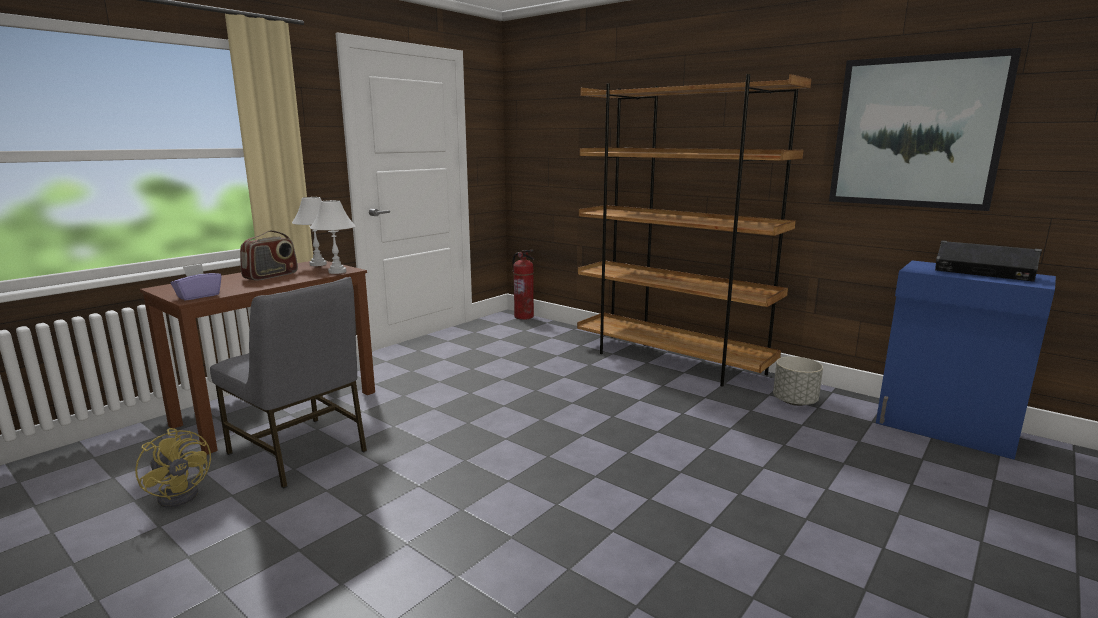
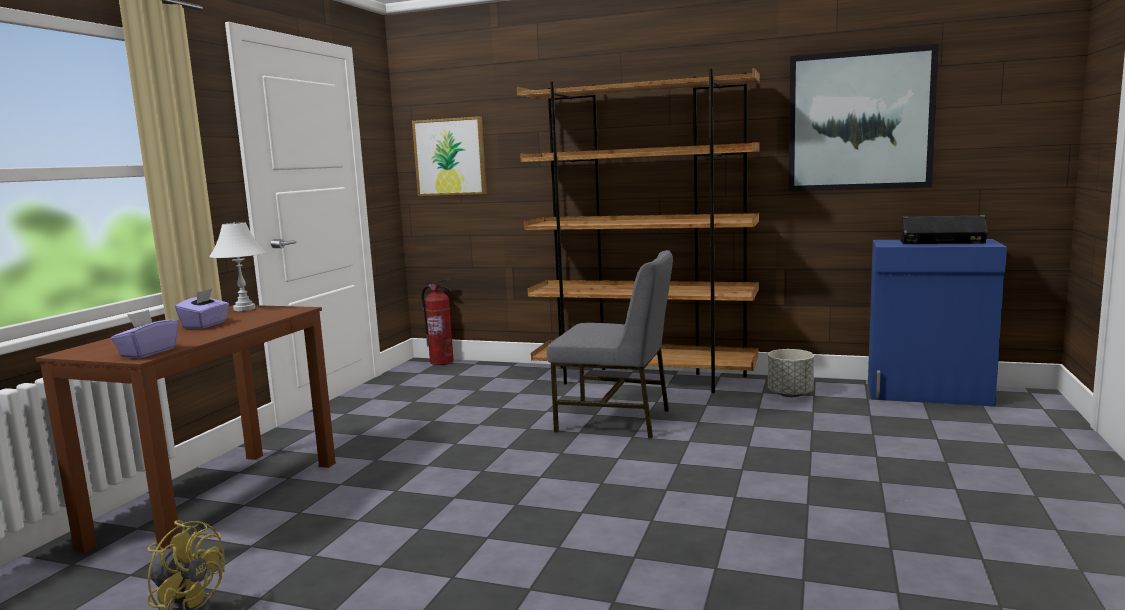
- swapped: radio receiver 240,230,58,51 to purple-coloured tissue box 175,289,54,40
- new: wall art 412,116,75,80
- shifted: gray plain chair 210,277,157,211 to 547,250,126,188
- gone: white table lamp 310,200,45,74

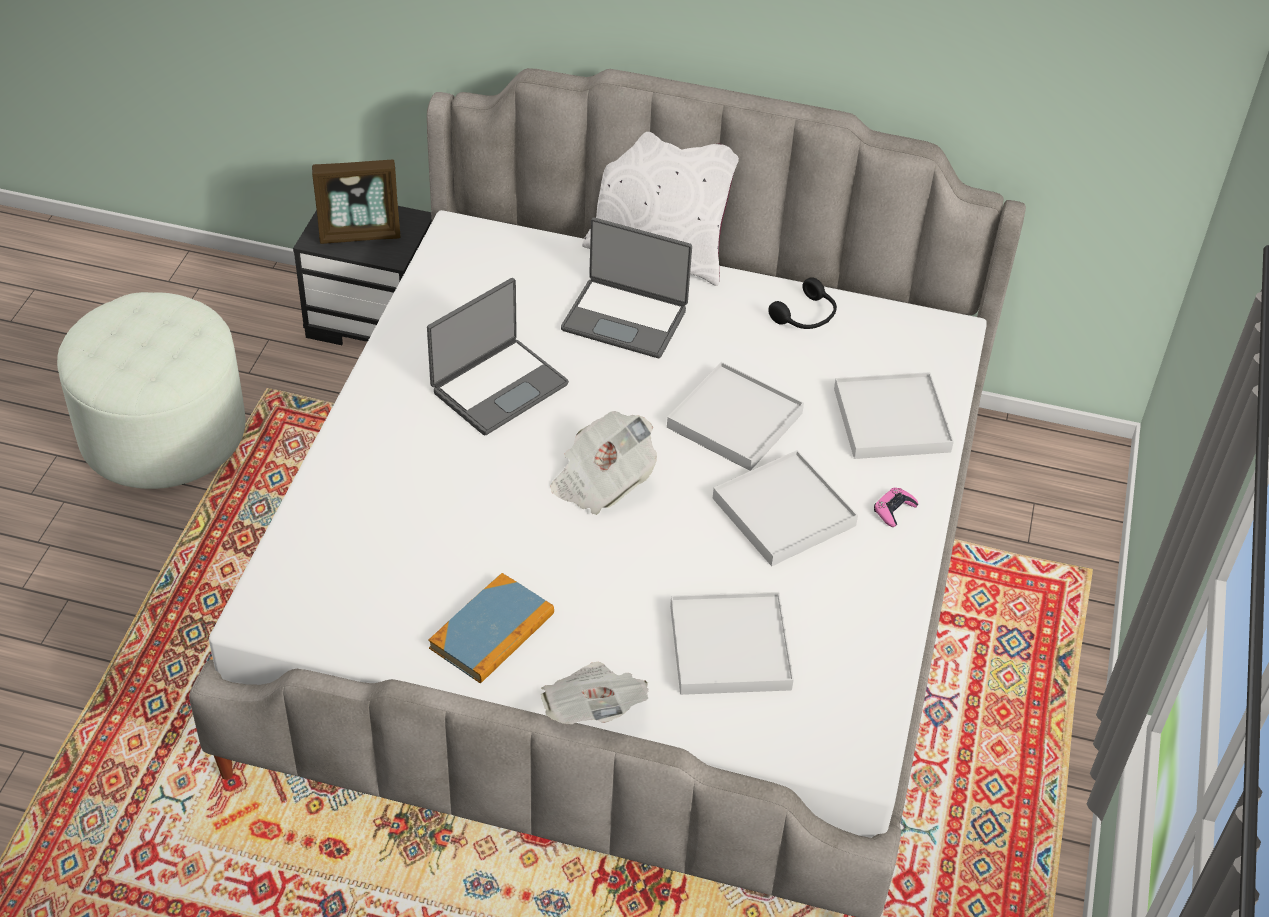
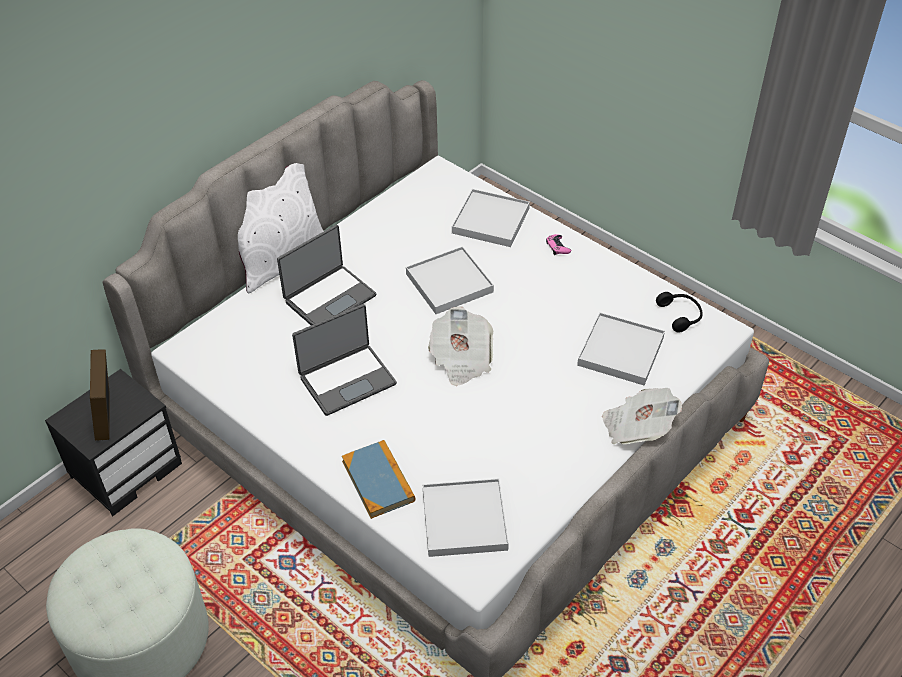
- rotated: standing frame 312,160,89,84 = 90,349,20,92 150 degrees clockwise
- rotated: laptop 427,278,142,157 = 292,304,105,112 75 degrees clockwise
- shifted: volume 428,573,126,111 to 342,440,73,79
- shifted: white serving tray 713,450,145,116 to 423,478,86,79
- shifted: black-coloured headset 768,277,69,52 to 656,292,47,41

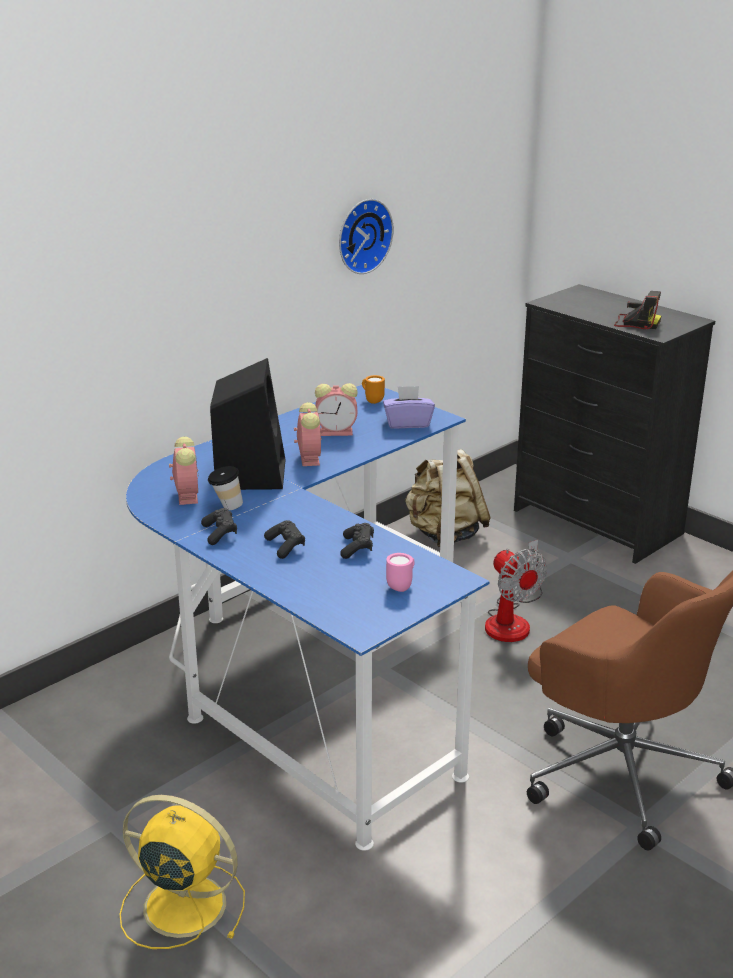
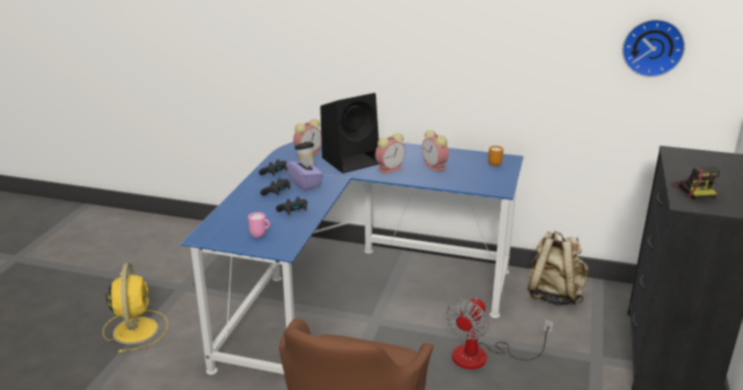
- shifted: purple-coloured tissue box 383,386,52,43 to 286,154,37,36
- shifted: wall clock 339,199,55,75 to 622,19,63,58

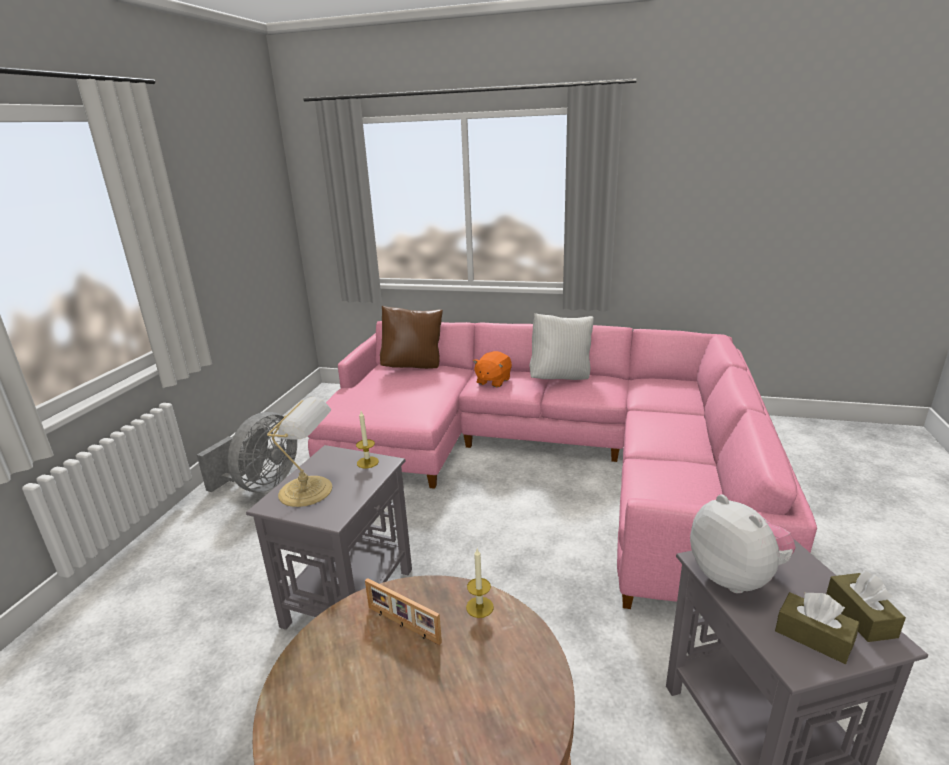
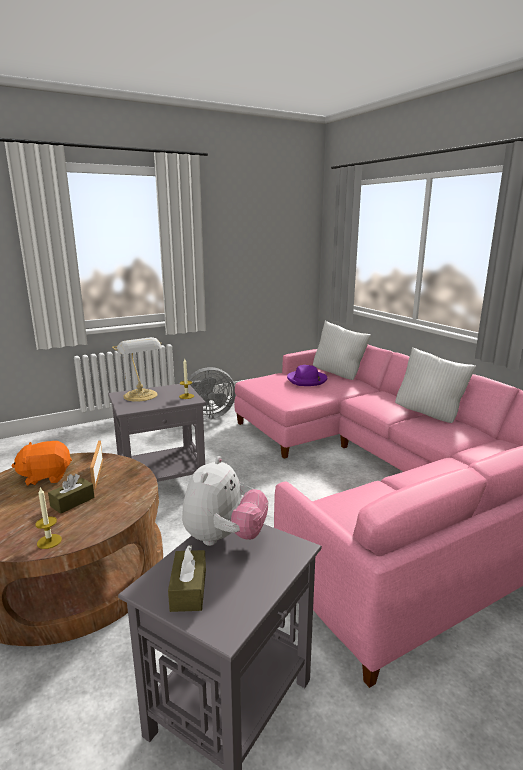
- shifted: orangey plush toy 473,351,39,36 to 12,441,60,45
- shifted: wax candle 466,549,28,69 to 35,488,27,61
- shifted: brownish tissue box 826,570,80,72 to 48,474,47,40
- new: purple-coloured wearable hat 287,365,40,21
- repainted: brownish cushion 380,306,63,63 to white cushion 313,321,58,59

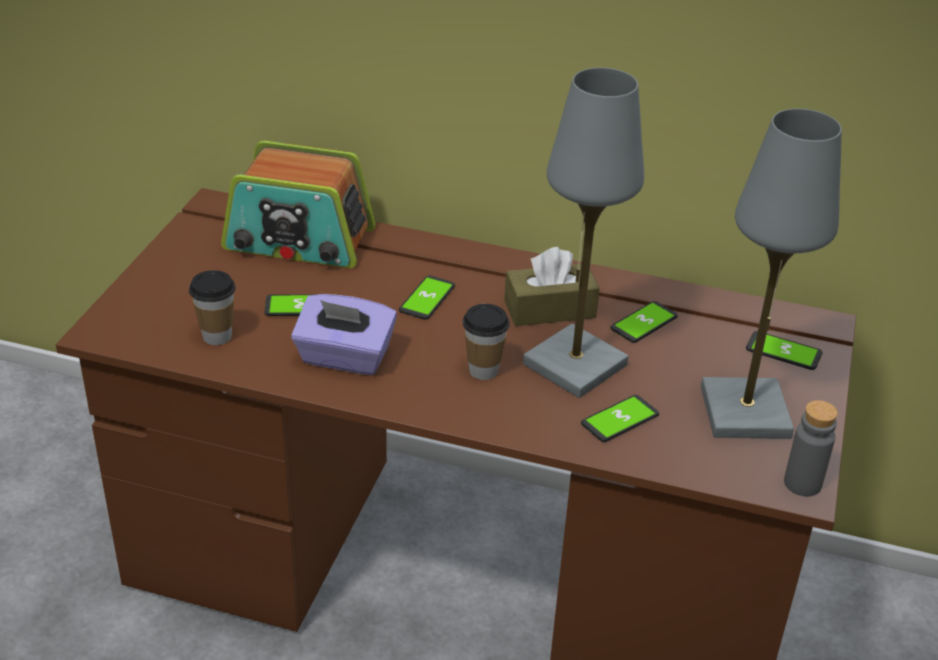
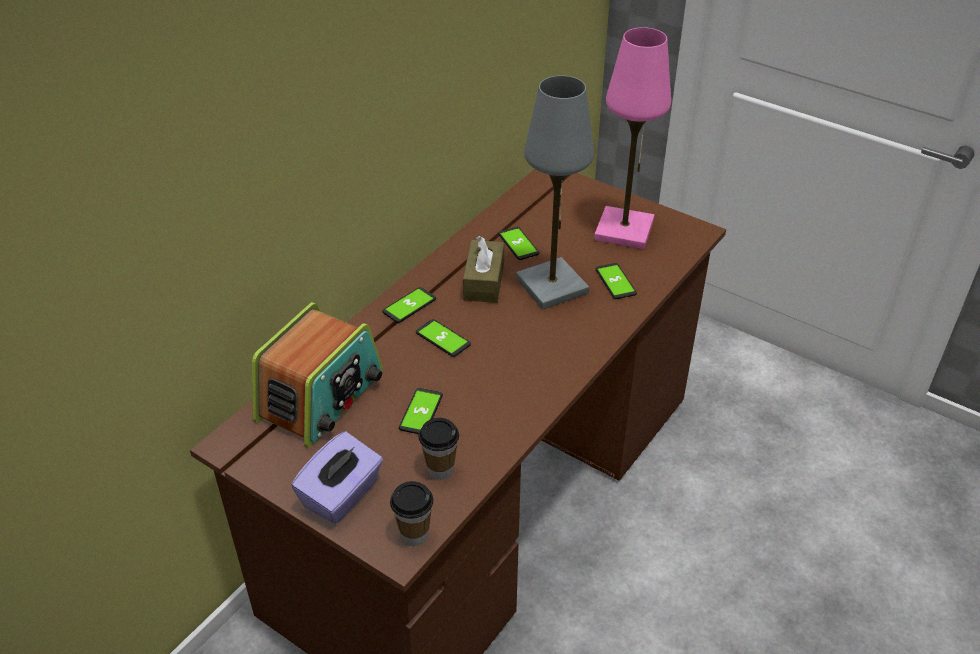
- shifted: purple-coloured tissue box 291,294,106,81 to 291,431,92,93
- shifted: telephone 746,331,76,39 to 382,287,54,36
- shifted: small cup 462,304,48,76 to 390,481,43,65
- repainted: gray table lamp 701,109,141,330 to pink-coloured table lamp 594,27,77,222
- gone: gray bottle 784,400,54,96

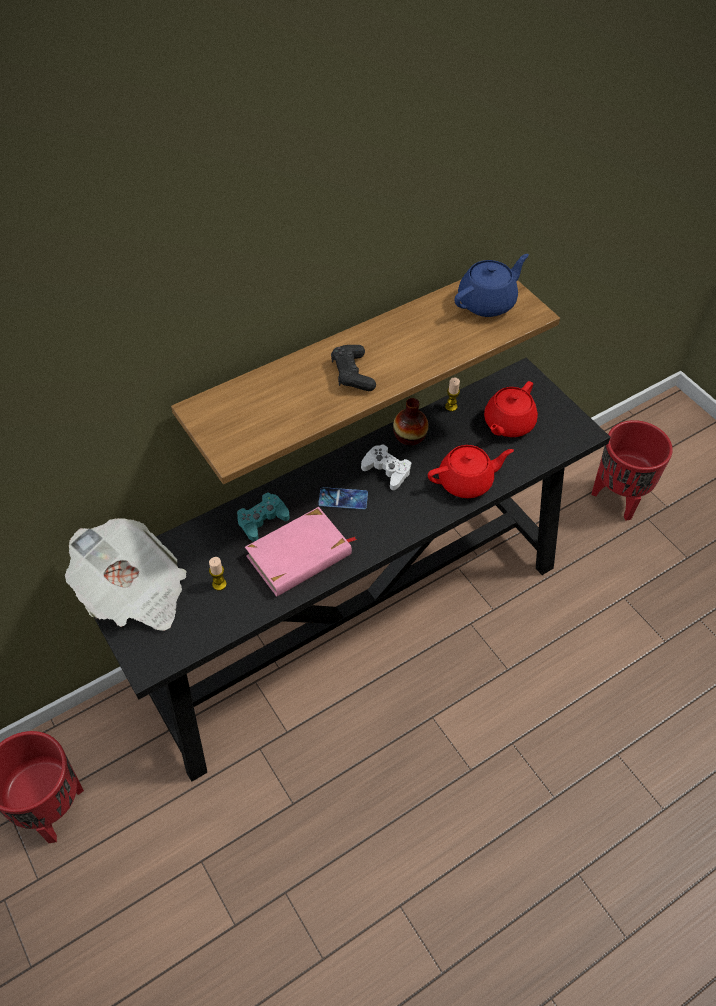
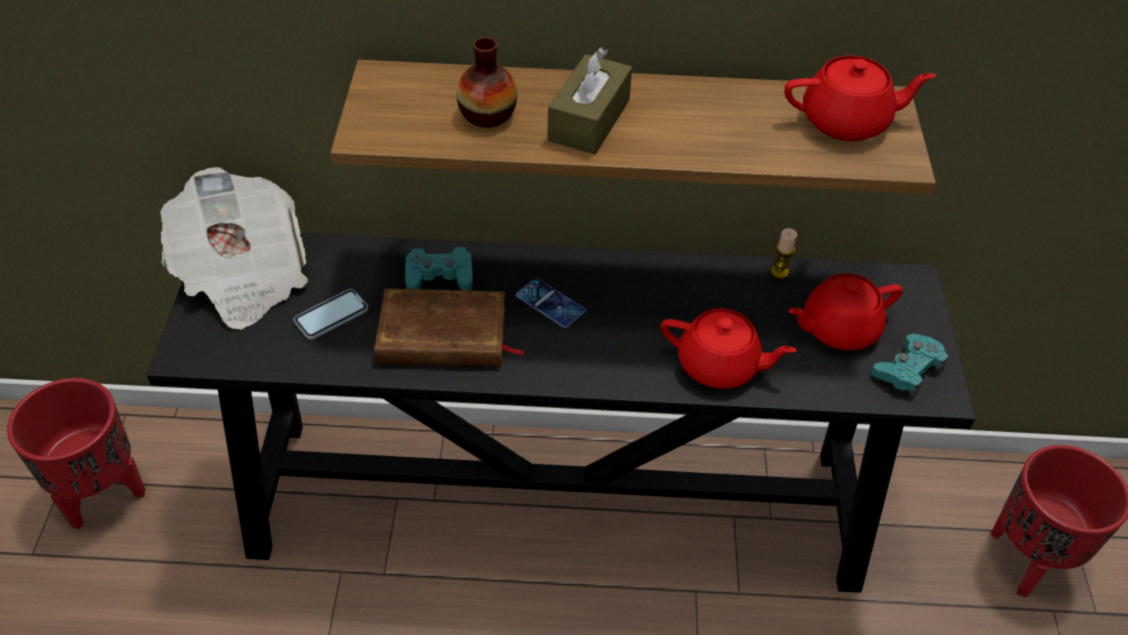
- swapped: wax candle 209,557,18,34 to telephone 294,289,74,51
- repainted: pink-coloured volume 245,507,112,90 to brownish volume 374,288,151,79
- shifted: decorative vase 393,398,36,47 to 456,37,61,91
- swapped: black-coloured joypad 331,345,45,46 to brownish tissue box 547,47,85,107
- repainted: blue pot for tea 455,254,74,63 to red-coloured pot for tea 784,55,152,86
- new: blue-green joypad 871,334,77,64
- gone: white joypad 361,444,50,46

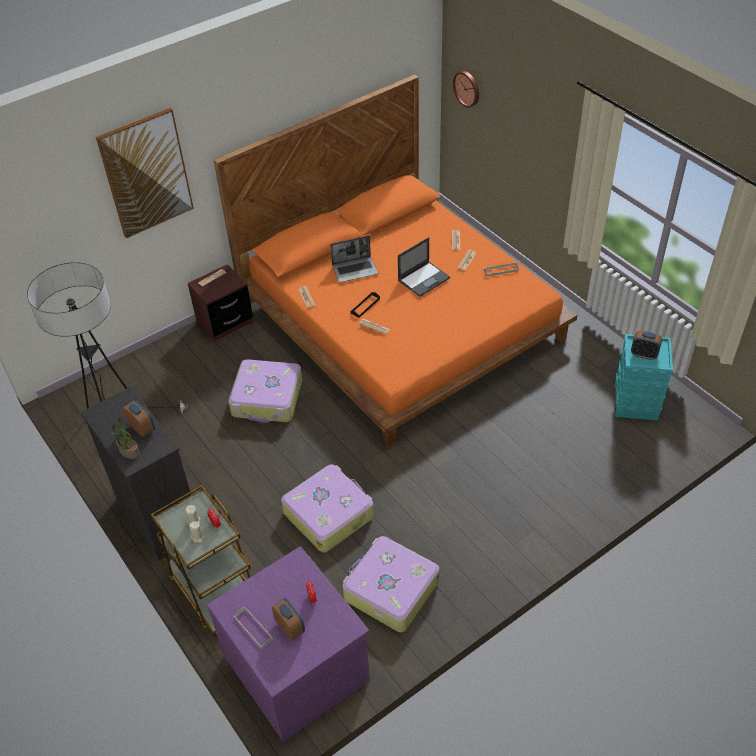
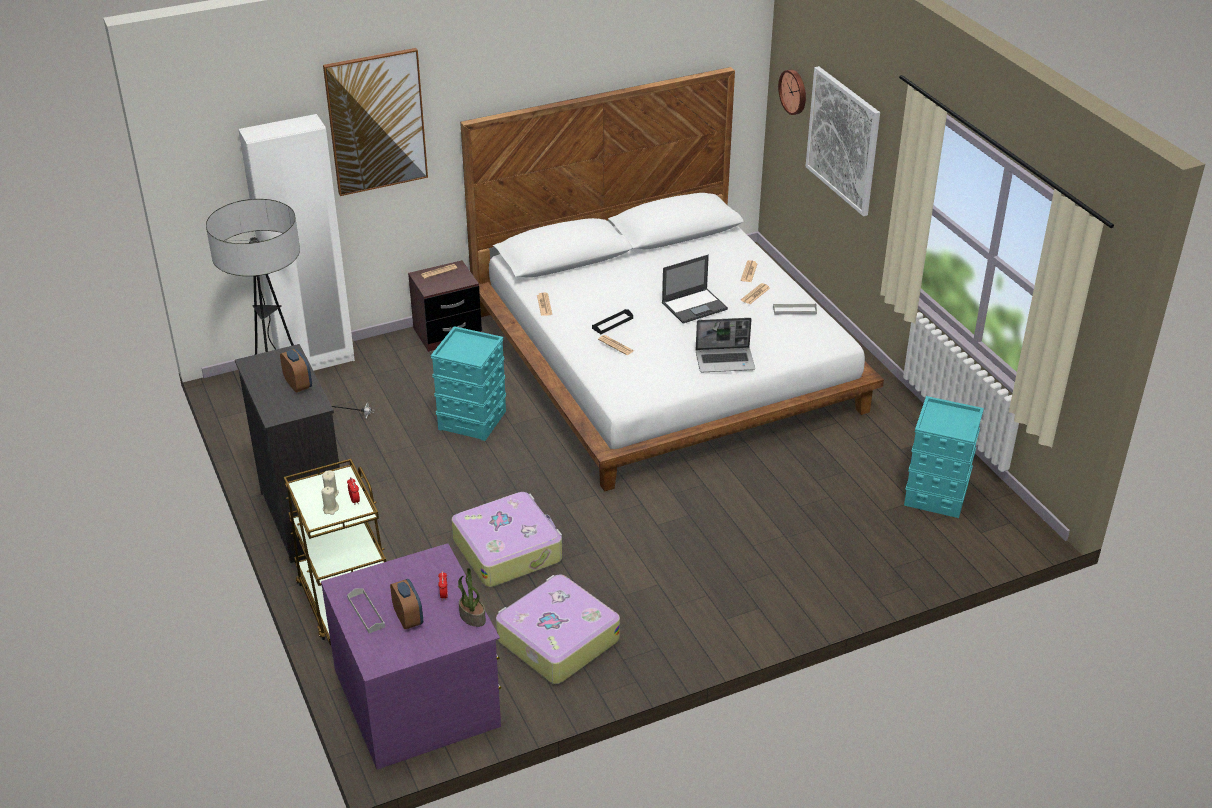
- new: white armoire 238,114,117,257
- swapped: piece of luggage 228,359,74,64 to blue-green storage box 431,326,75,115
- shifted: plant in a pot 112,417,28,42 to 458,568,28,59
- repainted: orangey bed 214,74,363,372 to white bed 460,67,424,424
- shifted: laptop 330,236,48,46 to 696,318,59,54
- new: wall art 805,66,75,150
- gone: table clock 631,330,31,30

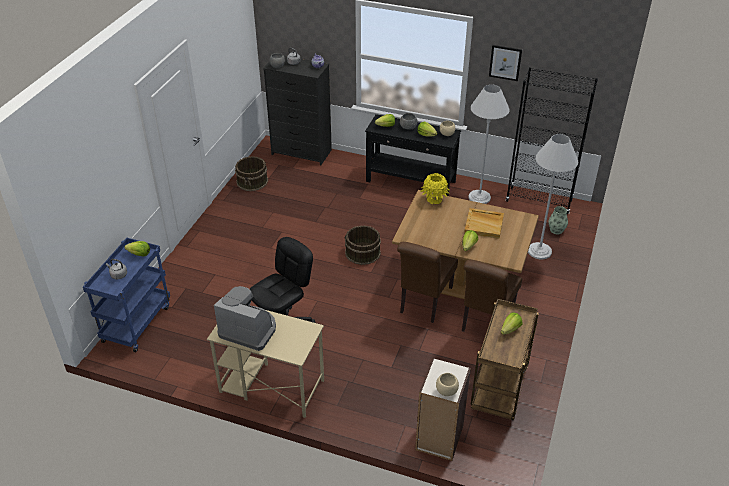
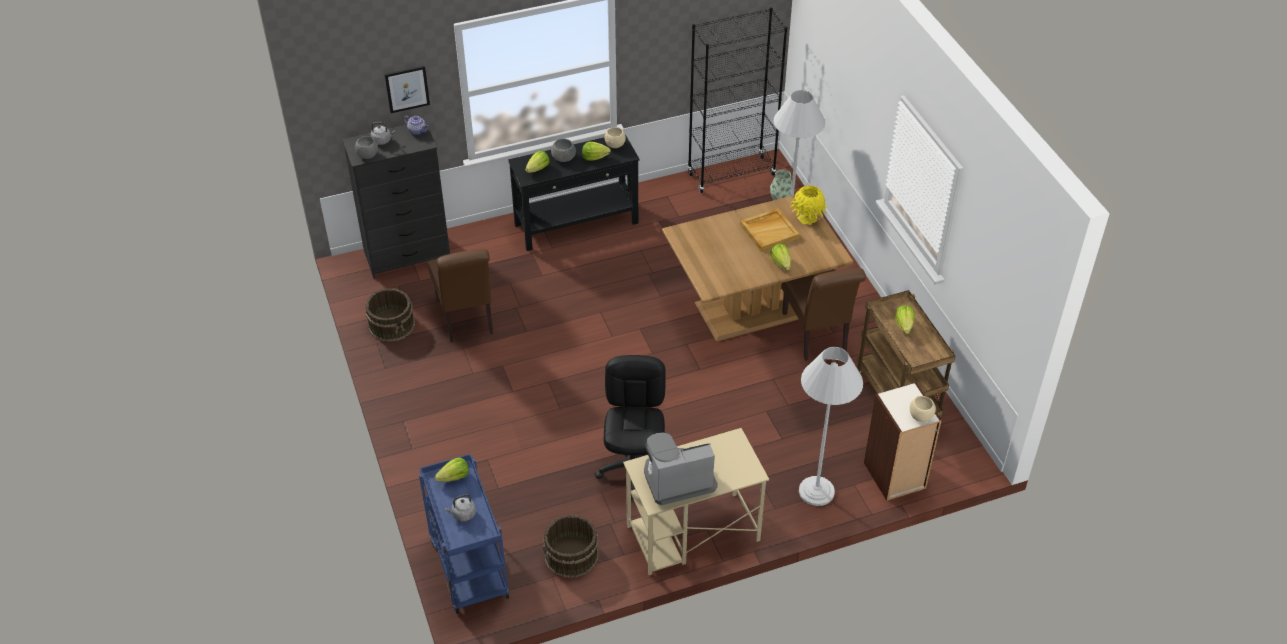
- shifted: wall art 489,45,33,36 to 384,66,46,47
- shifted: brownish plain chair 397,242,61,81 to 427,249,66,93
- shifted: brownish pail 345,226,36,39 to 543,514,56,64
- shifted: yellow-coloured decorative vase 420,173,30,31 to 790,185,37,40
- shifted: white standard lamp 468,84,41,120 to 799,347,64,159

